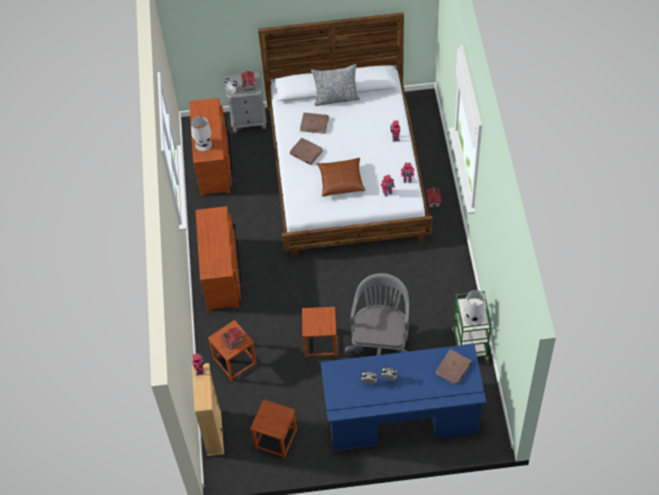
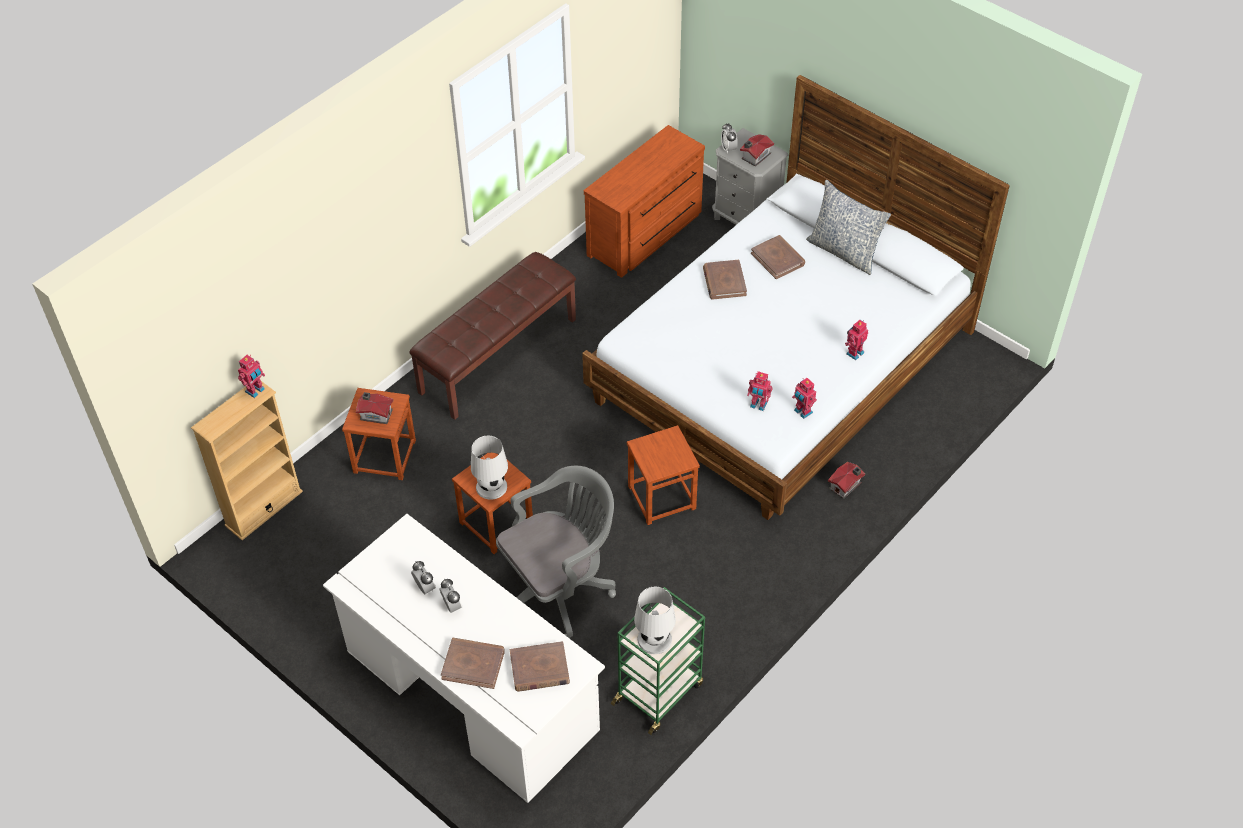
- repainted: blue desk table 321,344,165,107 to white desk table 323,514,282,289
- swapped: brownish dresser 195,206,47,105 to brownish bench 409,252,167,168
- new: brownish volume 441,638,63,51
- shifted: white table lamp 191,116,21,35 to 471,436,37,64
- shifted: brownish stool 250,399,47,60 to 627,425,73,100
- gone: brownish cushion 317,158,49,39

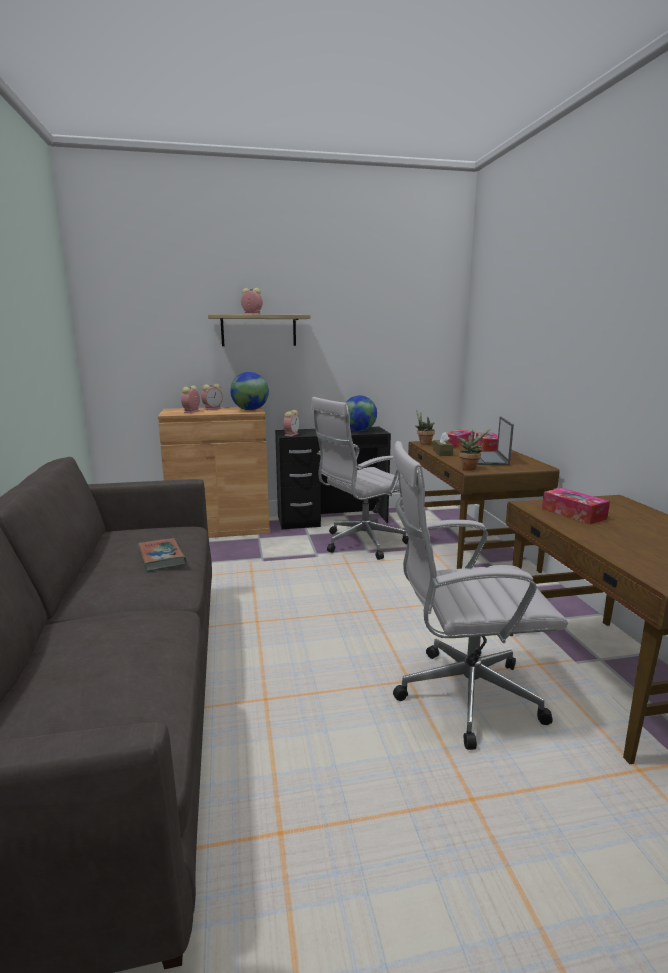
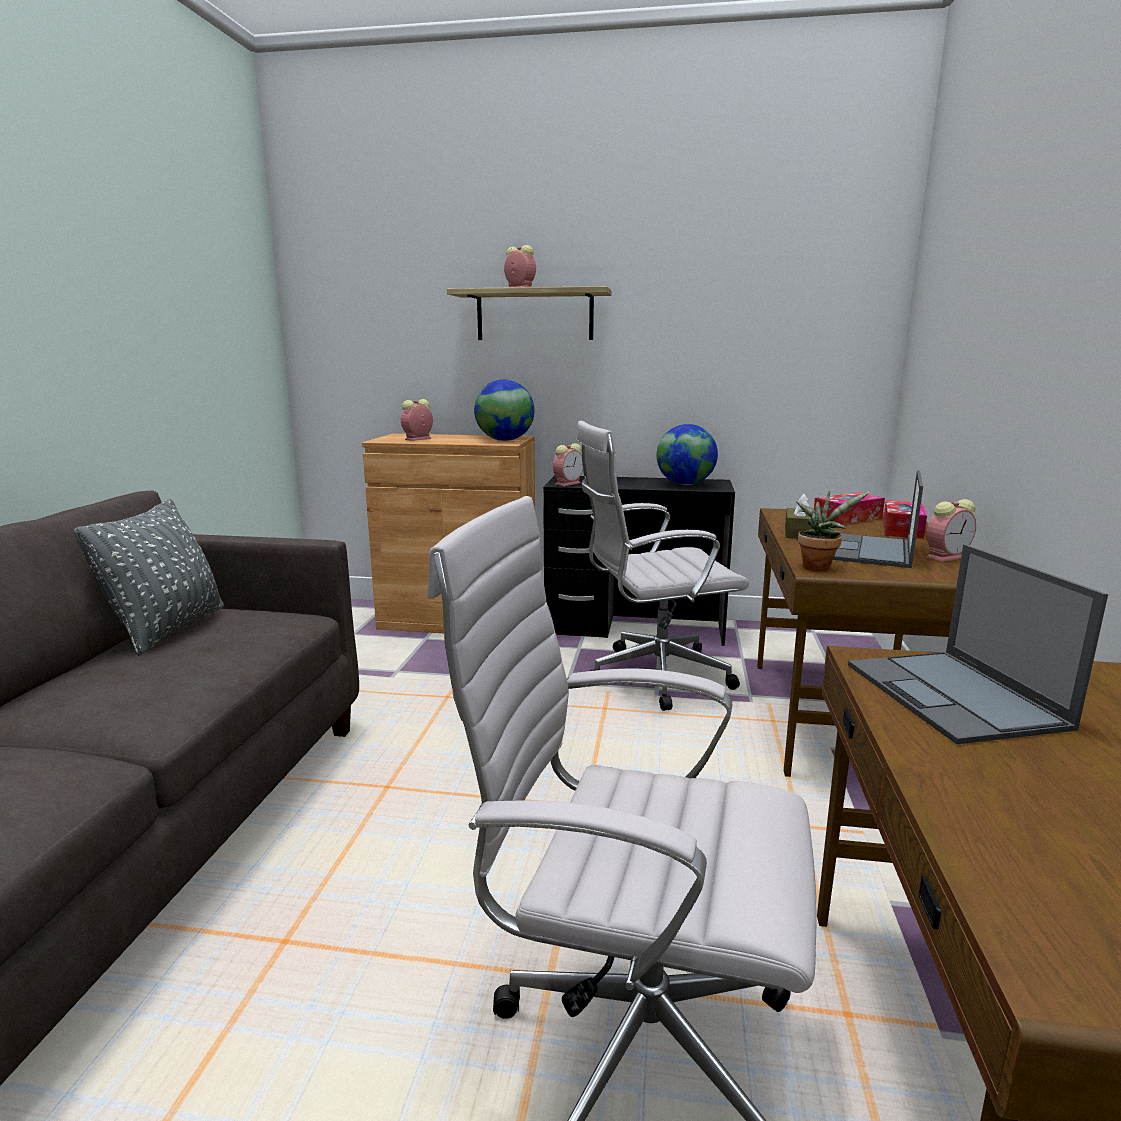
- new: gray cushion 74,499,150,157
- swapped: tissue box 542,488,68,36 to laptop 848,544,260,200
- shifted: table clock 201,384,22,26 to 926,499,50,63
- gone: volume 138,538,49,33
- gone: plant in a pot 416,410,19,35

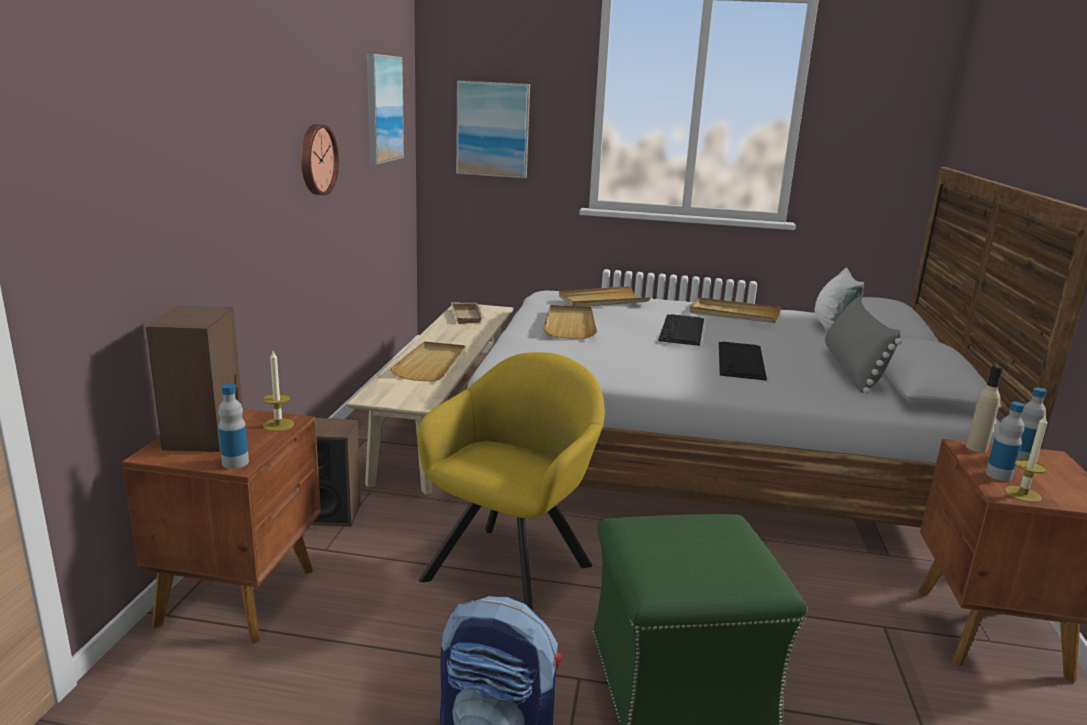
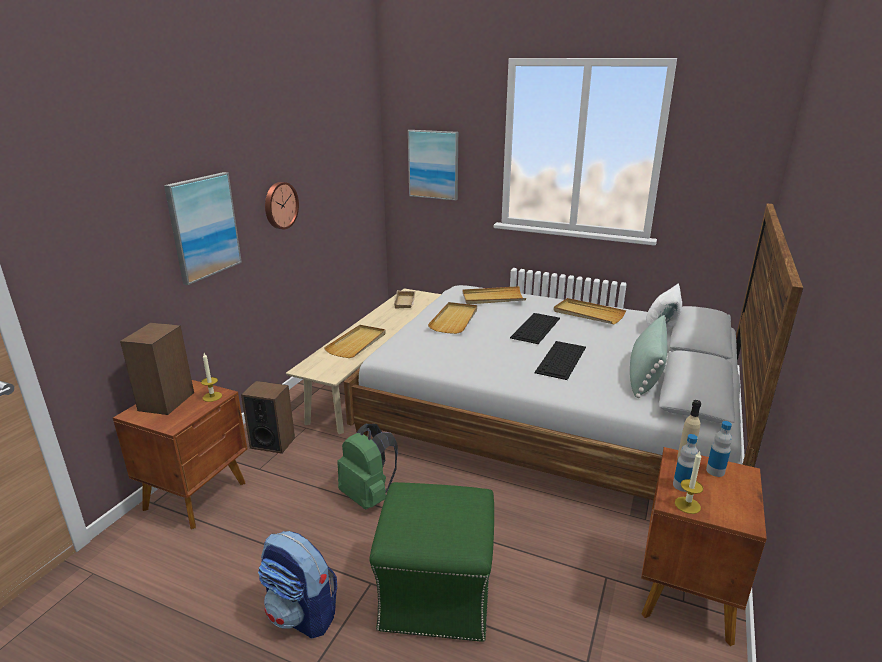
- shifted: wall art 367,53,37,112 to 164,172,78,113
- swapped: yellow-coloured lounge chair 417,352,188,259 to greenish rucksack 337,424,61,86
- repainted: gray cushion 825,297,77,97 to greenish cushion 630,315,37,83
- gone: bottle 218,384,31,85

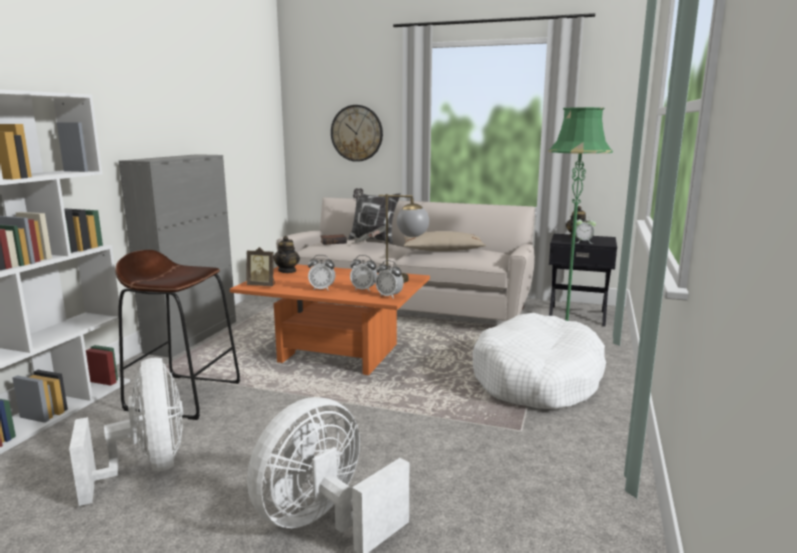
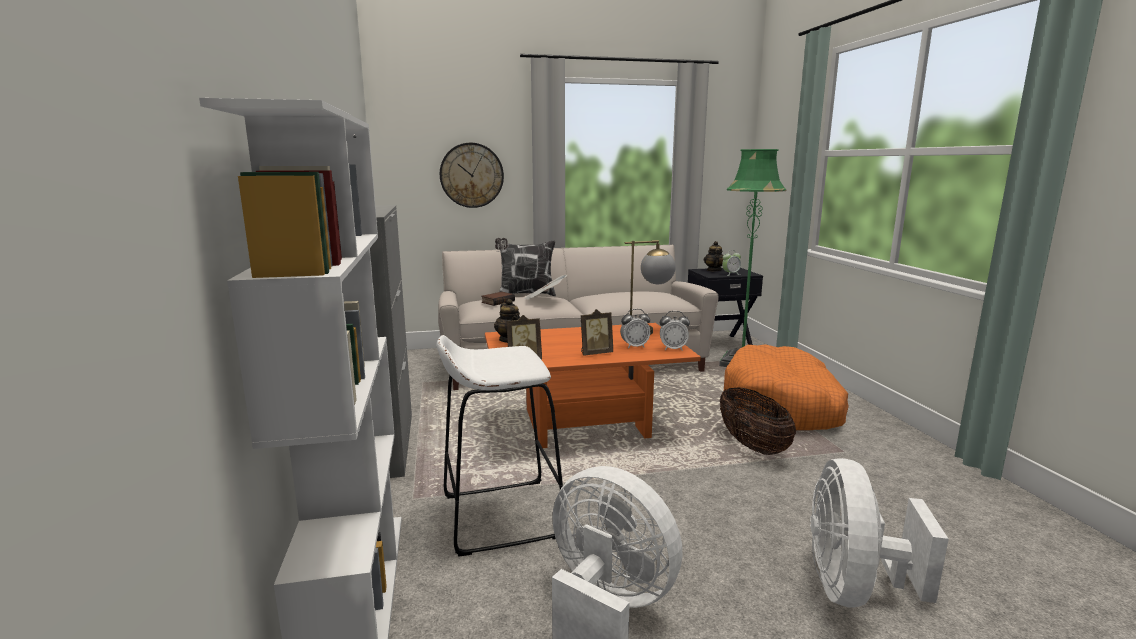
- repainted: brownish stool 115,250,126,170 to white stool 437,335,126,222
- swapped: table clock 308,255,27,36 to standing frame 581,309,32,47
- new: basket 720,387,76,68
- repainted: white dog bed 473,313,133,97 to orangey dog bed 724,344,125,86
- gone: sand-coloured cushion 403,231,83,20

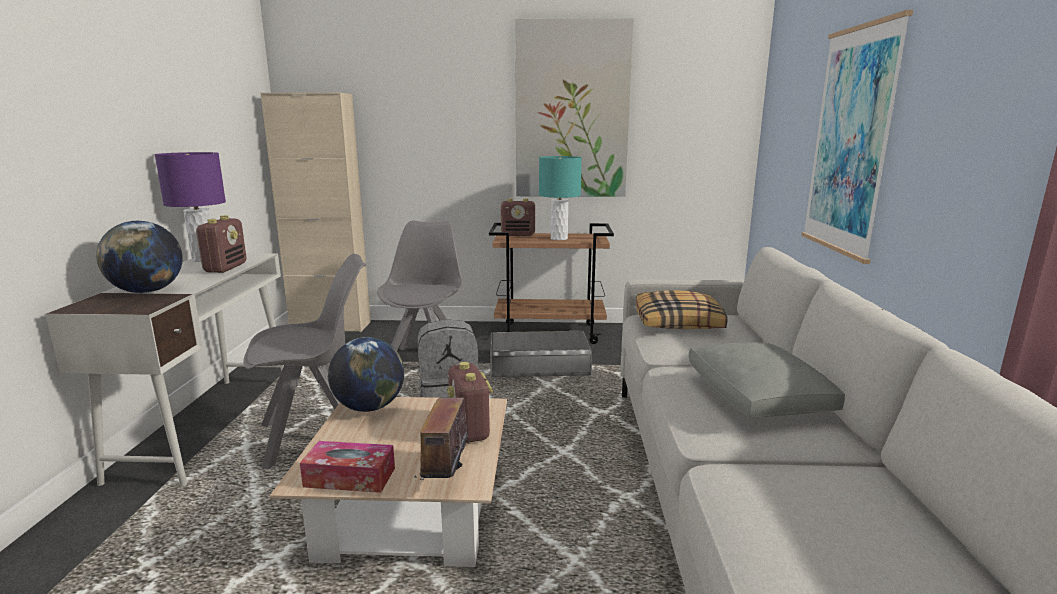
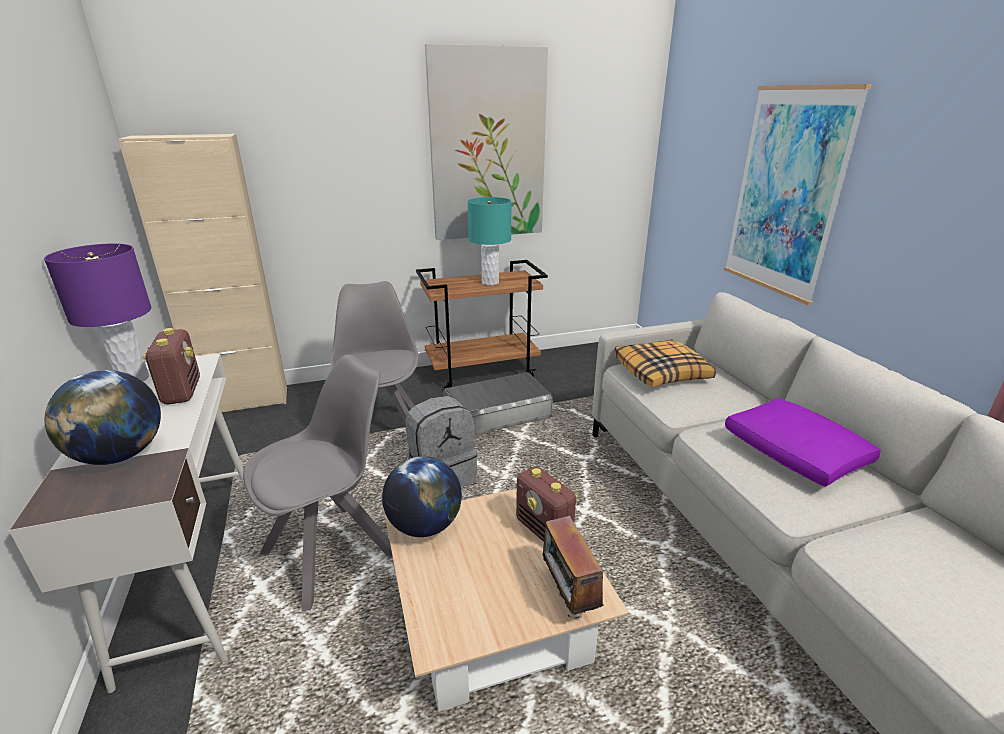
- repainted: gray cushion 689,342,156,75 to purple-coloured cushion 725,398,156,89
- gone: tissue box 300,441,95,52
- gone: radio receiver 501,199,34,37

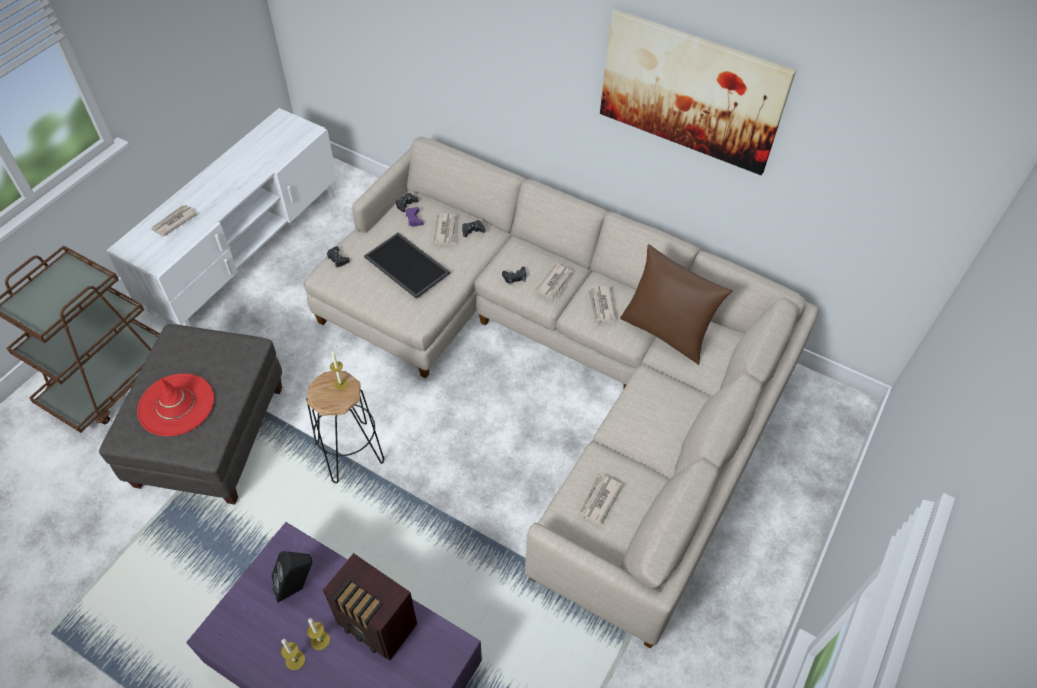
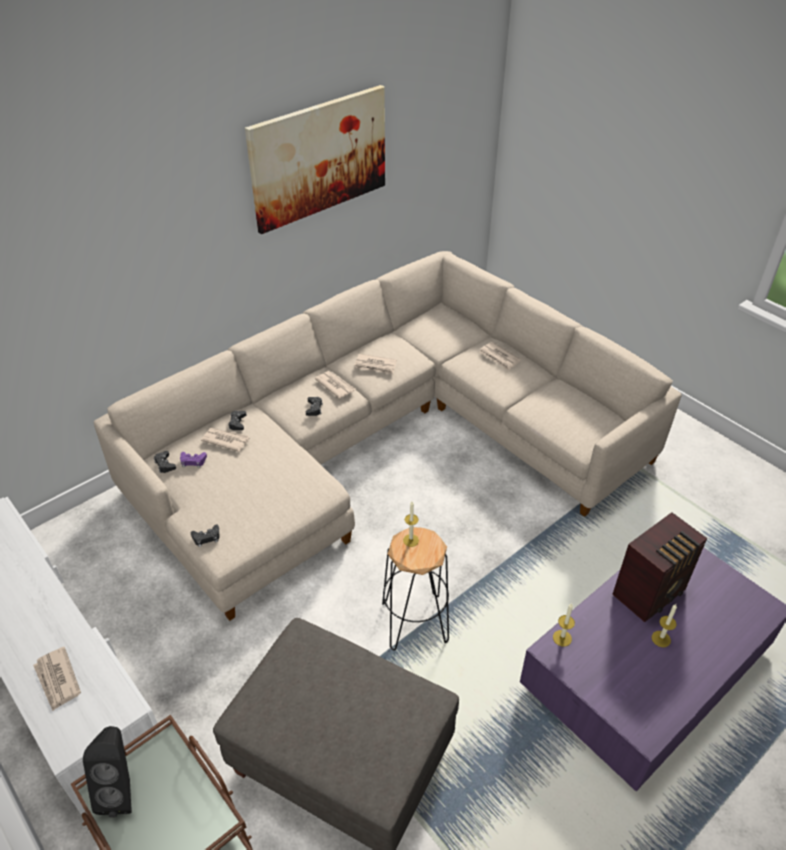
- shifted: black-coloured speaker 271,551,41,52 to 83,726,49,92
- shifted: daily paper 578,475,45,50 to 479,342,42,29
- shifted: wax candle 281,639,24,31 to 553,603,22,44
- gone: red-coloured wearable hat 137,373,77,63
- gone: serving tray 364,233,86,66
- gone: brownish cushion 620,244,113,121

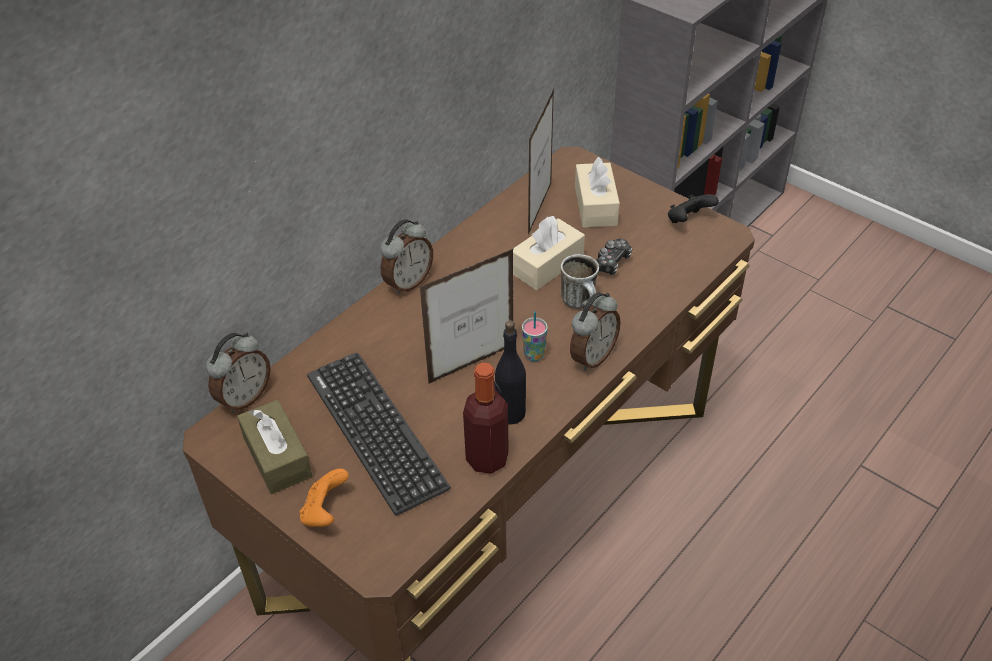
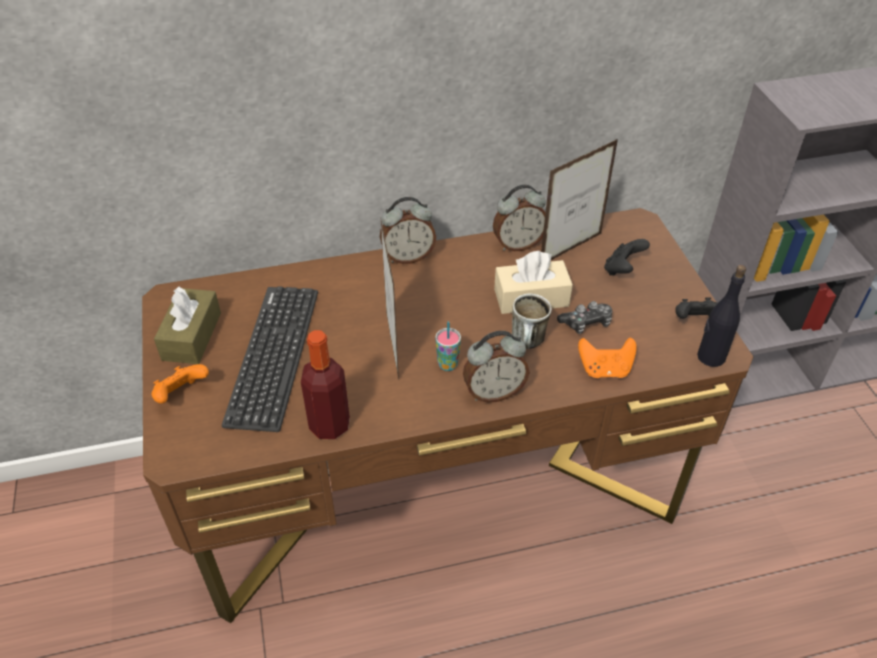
- rotated: standing frame 420,248,94,135 = 380,216,19,163 75 degrees clockwise
- shifted: table clock 206,332,65,81 to 493,185,53,66
- new: orangey joypad 578,338,59,40
- swapped: sand-coloured tissue box 575,157,45,71 to black-coloured joypad 604,239,46,37
- shifted: black-coloured bottle 494,320,32,105 to 697,265,49,102

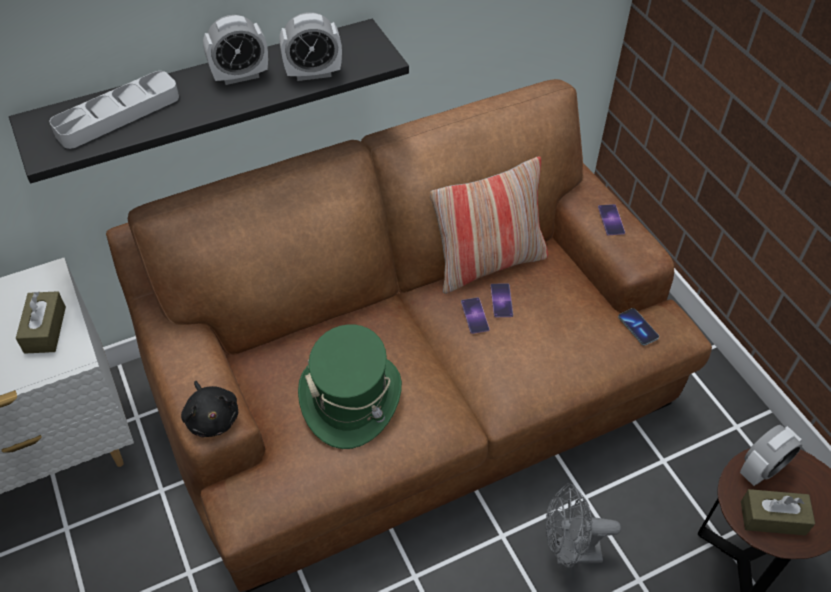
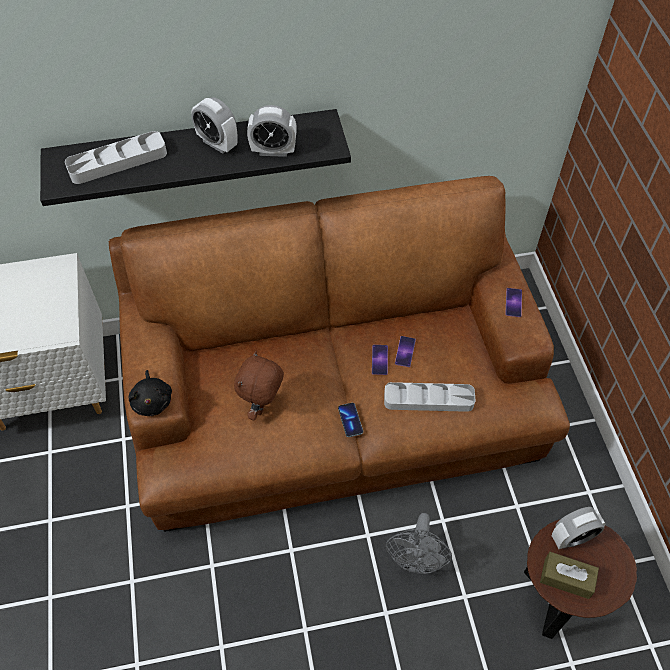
- rotated: table clock 203,15,65,70 = 191,97,47,56 45 degrees clockwise
- swapped: greenish wearable hat 298,324,104,125 to brownish plush toy 234,351,50,69
- shifted: telephone 618,308,41,38 to 338,403,25,34
- new: gray serving tray 384,382,91,30
- rotated: gray fan 546,483,75,85 = 386,513,66,61 90 degrees counterclockwise
- gone: brownish tissue box 16,291,50,63
- gone: cushion 430,156,118,138

